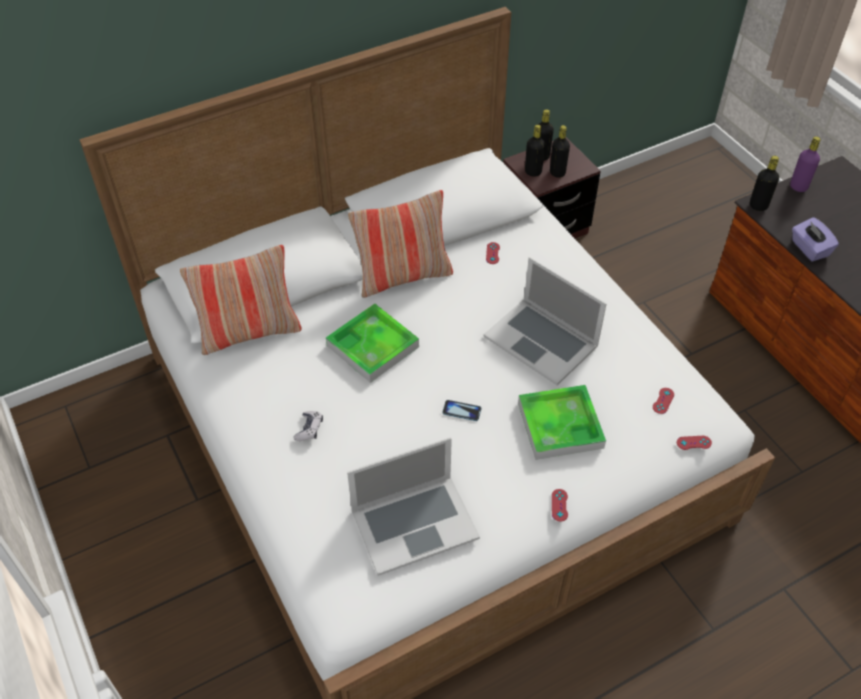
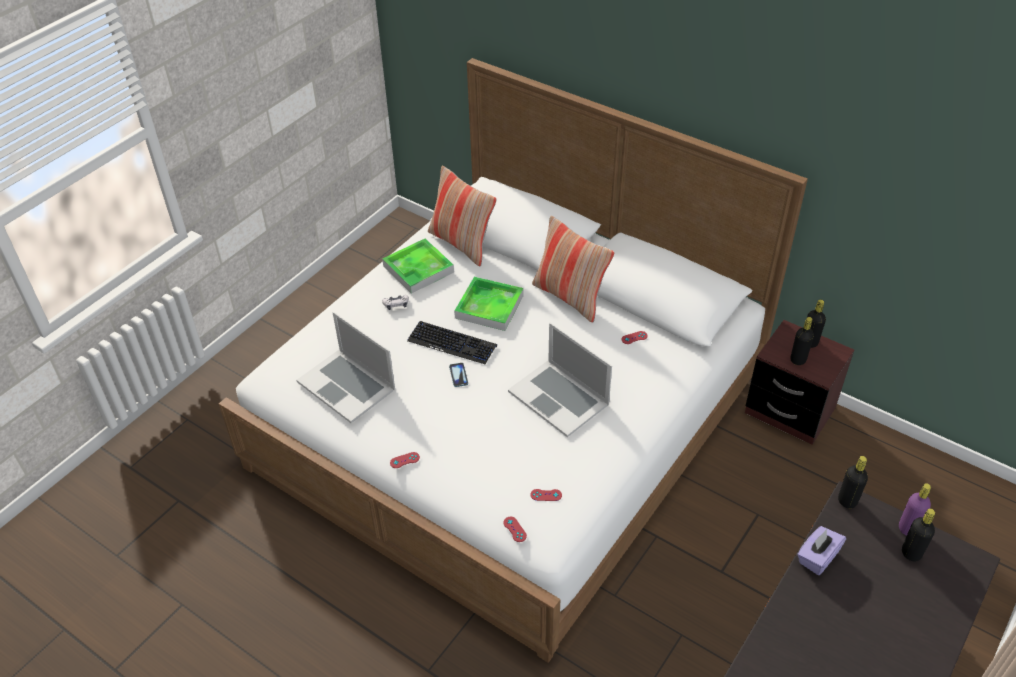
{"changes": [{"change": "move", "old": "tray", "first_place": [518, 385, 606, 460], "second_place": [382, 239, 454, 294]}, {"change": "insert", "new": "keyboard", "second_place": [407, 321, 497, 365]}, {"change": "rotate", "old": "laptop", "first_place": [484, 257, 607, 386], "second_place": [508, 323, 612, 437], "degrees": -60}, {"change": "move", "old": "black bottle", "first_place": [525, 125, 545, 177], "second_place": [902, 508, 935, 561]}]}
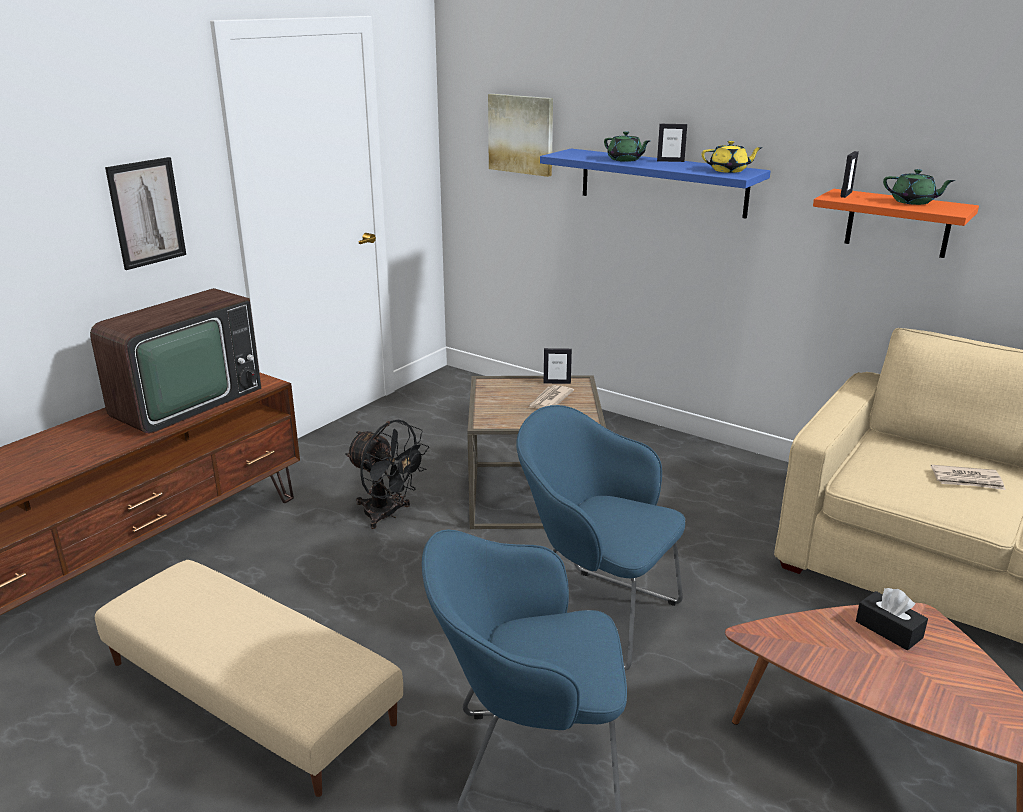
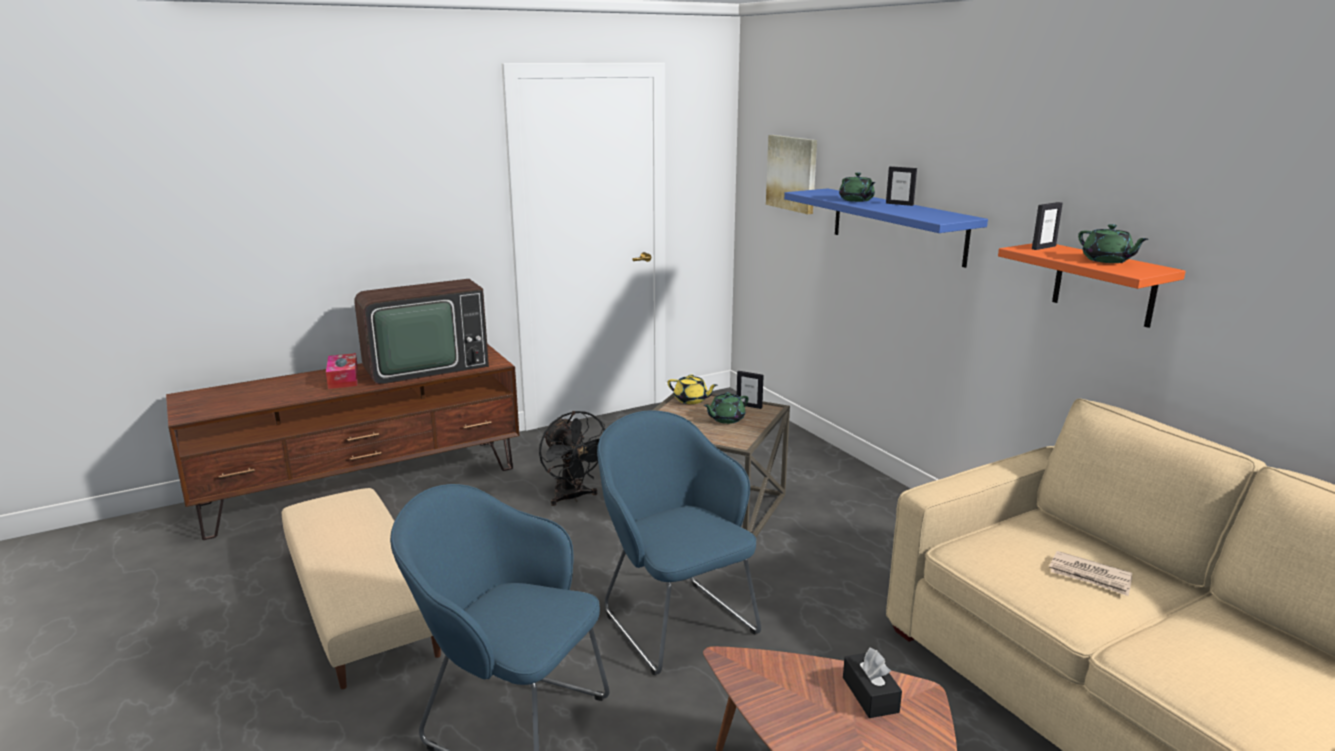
{"changes": [{"change": "insert", "new": "tissue box", "second_place": [326, 353, 358, 389]}, {"change": "move", "old": "yellow teapot", "first_place": [702, 141, 763, 173], "second_place": [668, 375, 718, 404]}, {"change": "replace", "old": "newspaper", "new": "green teapot", "first_place": [529, 385, 574, 409], "second_place": [703, 392, 748, 424]}, {"change": "delete", "old": "picture", "first_place": [105, 157, 186, 270]}]}
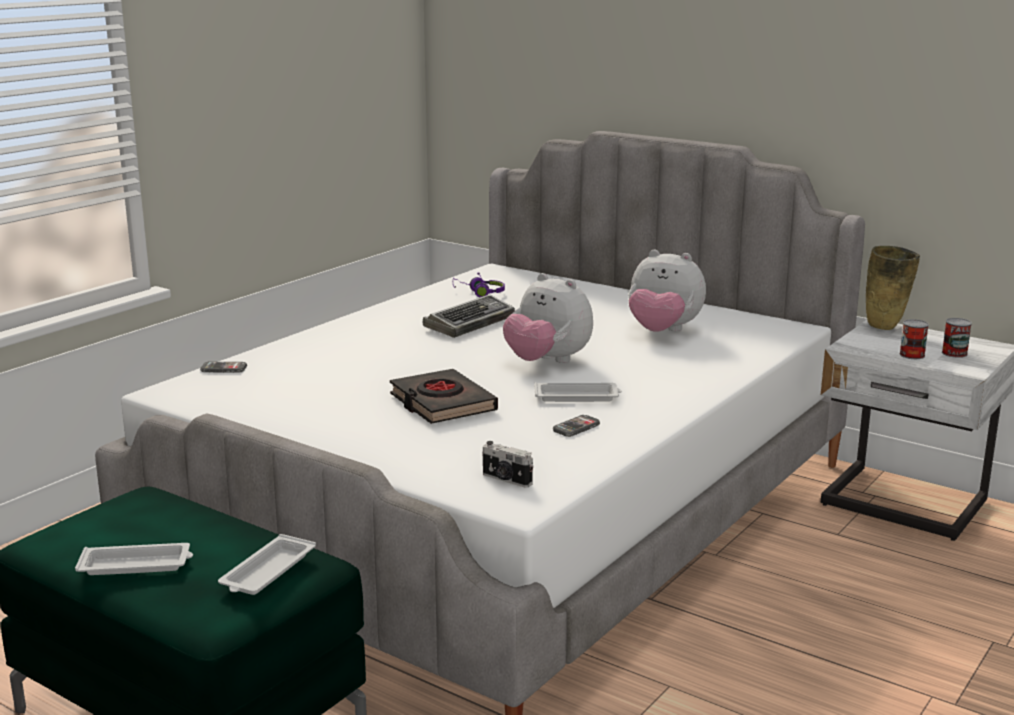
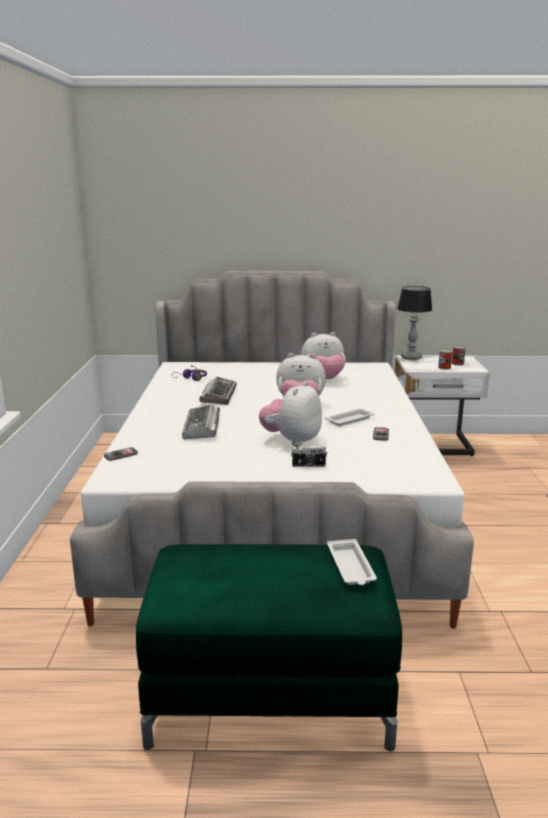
{"changes": [{"change": "insert", "new": "keyboard", "second_place": [182, 404, 220, 439]}, {"change": "replace", "old": "black book", "new": "plush toy", "first_place": [390, 369, 498, 424], "second_place": [259, 381, 322, 446]}, {"change": "move", "old": "photo camera", "first_place": [482, 441, 533, 488], "second_place": [291, 445, 327, 467]}, {"change": "replace", "old": "beige vase", "new": "table lamp", "first_place": [866, 246, 920, 330], "second_place": [397, 286, 432, 360]}, {"change": "delete", "old": "white tray", "first_place": [75, 543, 193, 575]}]}
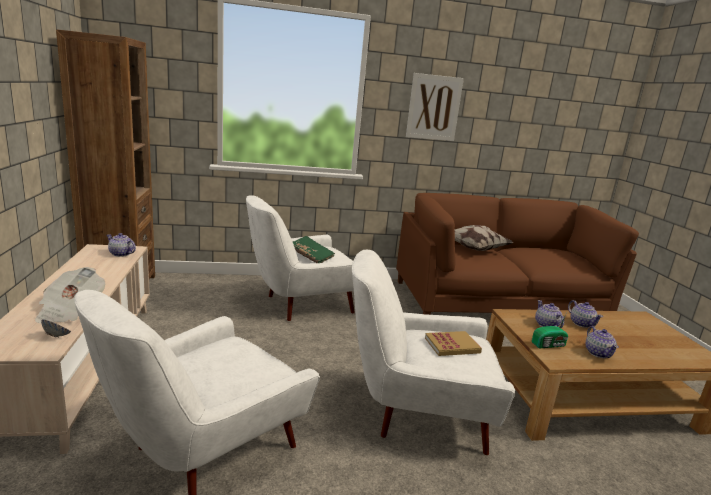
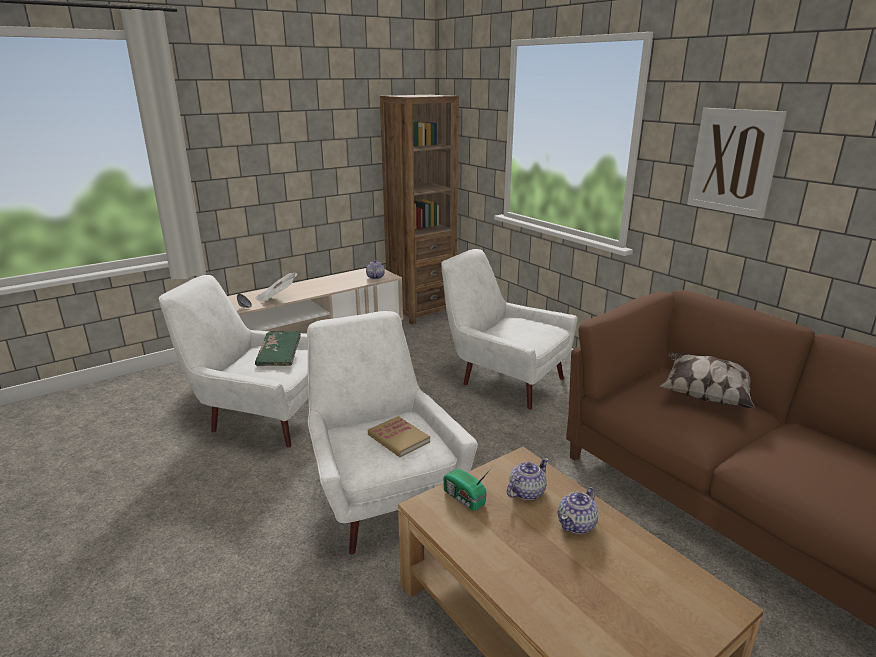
{"changes": [{"change": "move", "old": "green book", "first_place": [293, 236, 335, 263], "second_place": [255, 331, 301, 366]}, {"change": "delete", "old": "teapot", "first_place": [586, 326, 619, 358]}]}
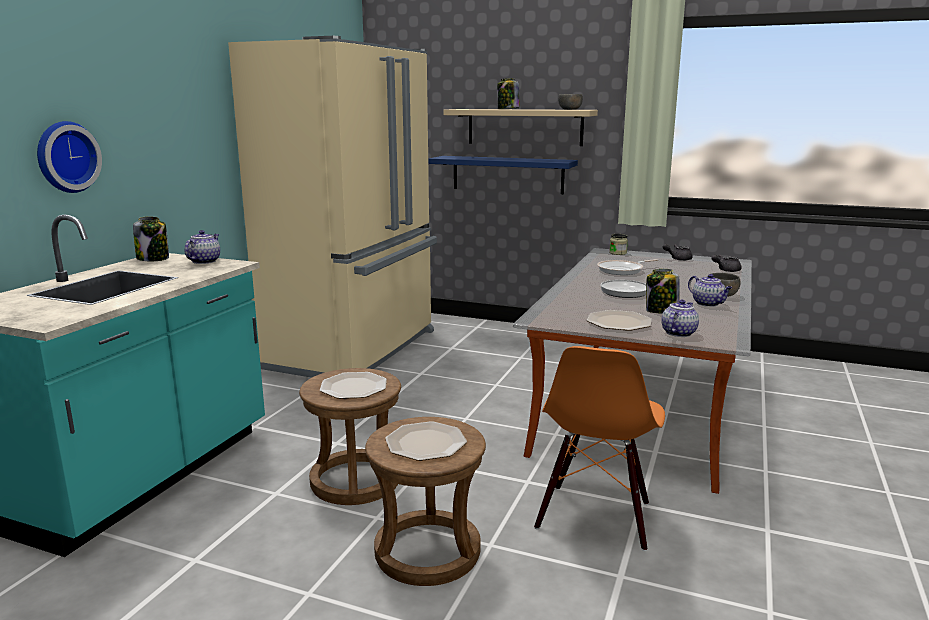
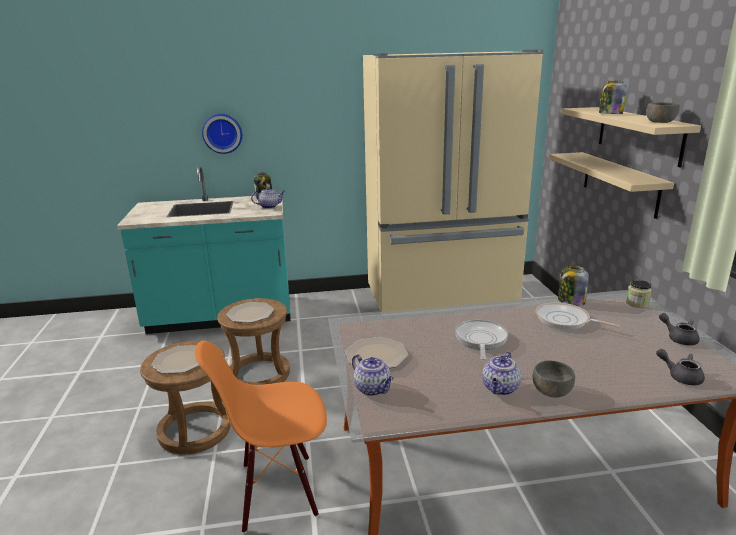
{"changes": [{"change": "rotate", "old": "teapot", "first_place": [661, 300, 699, 337], "second_place": [352, 354, 394, 396], "degrees": 45}, {"change": "recolor", "old": "blue shelf", "new": "beige shelf", "first_place": [428, 156, 578, 194], "second_place": [549, 152, 674, 219]}, {"change": "move", "old": "jar", "first_place": [646, 269, 680, 313], "second_place": [558, 265, 589, 306]}]}
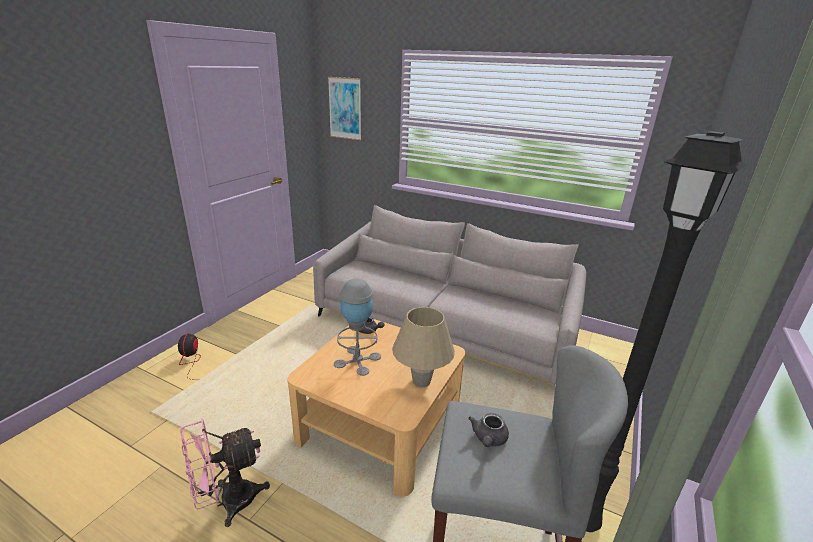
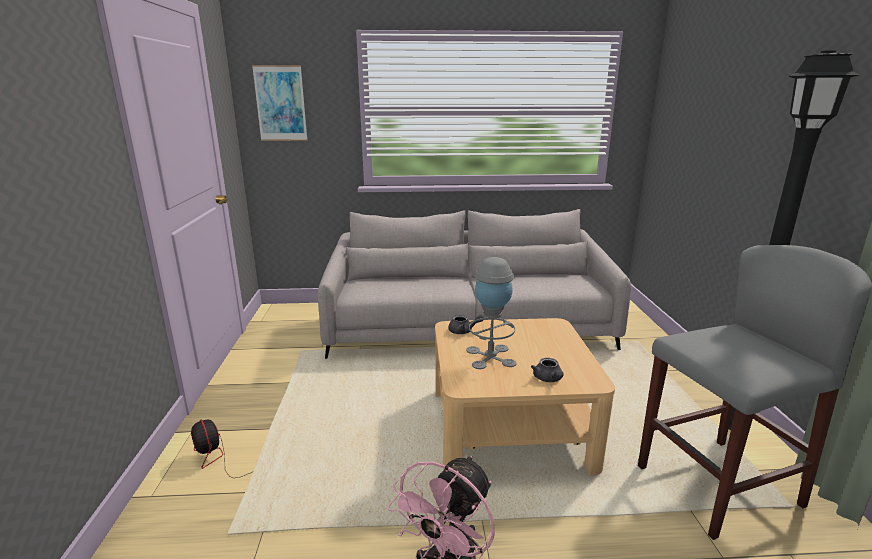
{"changes": [{"change": "move", "old": "grey teapot", "first_place": [468, 413, 509, 447], "second_place": [531, 358, 564, 382]}, {"change": "delete", "old": "beige table lamp", "first_place": [392, 307, 455, 387]}]}
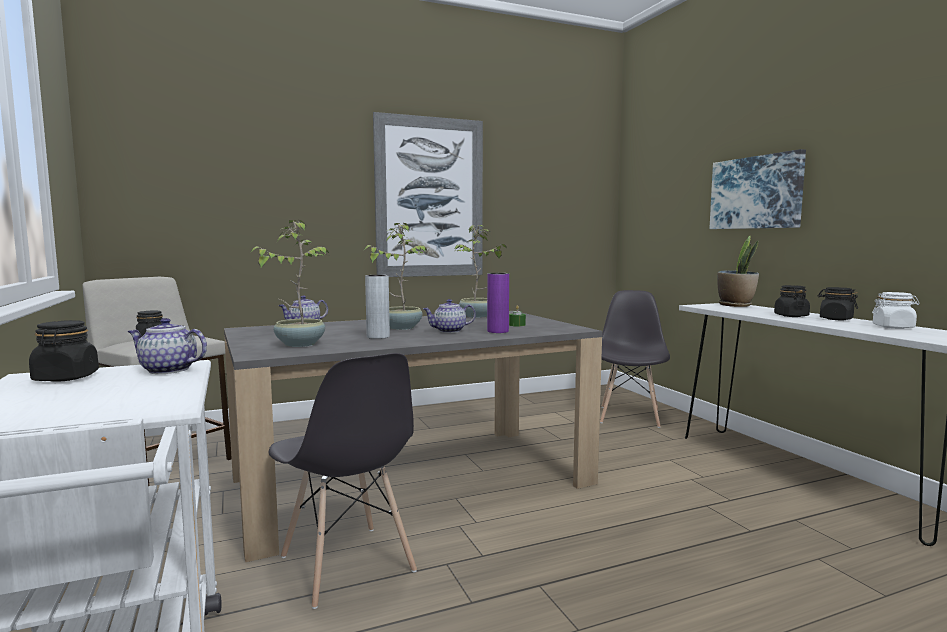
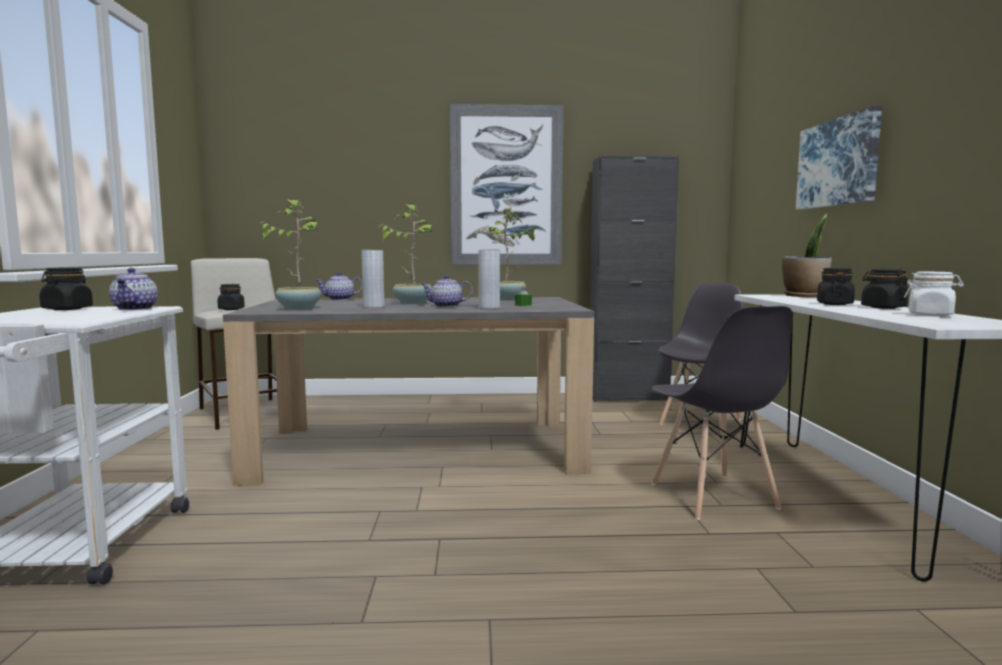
{"changes": [{"change": "rotate", "old": "teapot", "first_place": [128, 318, 207, 374], "second_place": [109, 268, 158, 310], "degrees": -135}, {"change": "recolor", "old": "purple vase", "new": "grey vase", "first_place": [487, 273, 509, 333], "second_place": [478, 250, 500, 309]}, {"change": "insert", "new": "black cabinet", "second_place": [590, 156, 679, 402]}, {"change": "move", "old": "grey chair", "first_place": [269, 353, 417, 609], "second_place": [651, 306, 793, 520]}]}
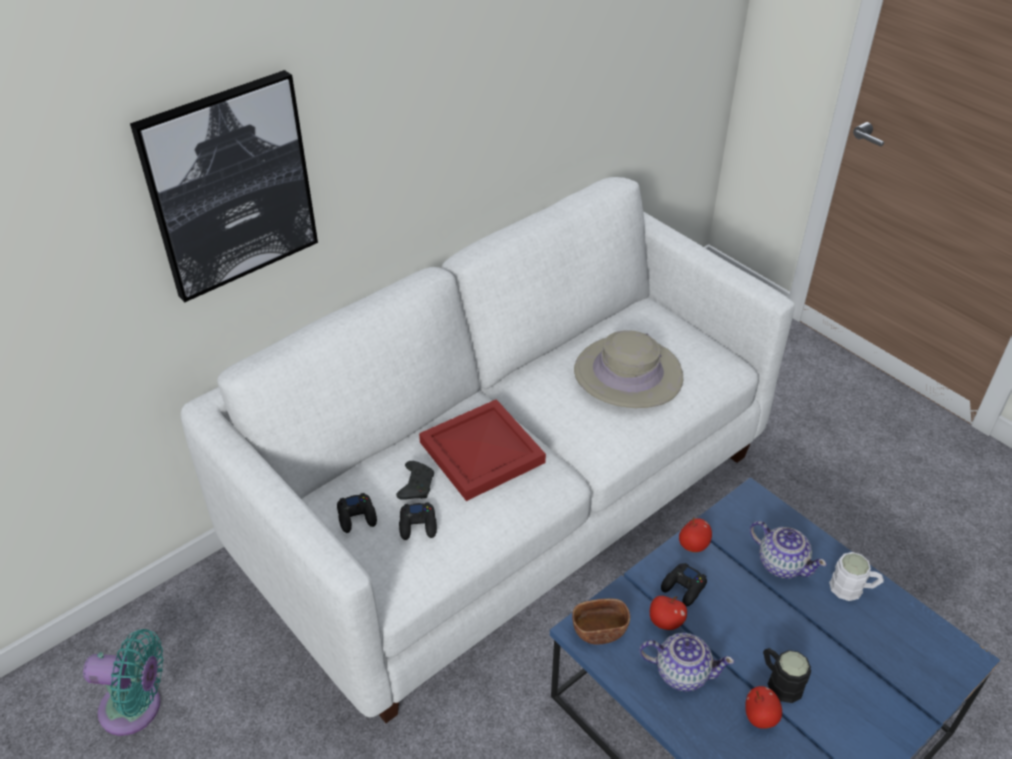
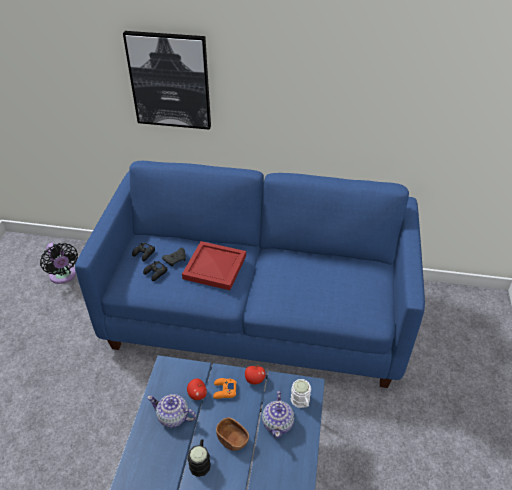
{"changes": [{"change": "recolor", "old": "turquoise fan", "new": "black fan", "first_place": [83, 629, 163, 736], "second_place": [40, 242, 78, 284]}, {"change": "recolor", "old": "white sofa", "new": "blue sofa", "first_place": [181, 177, 795, 723], "second_place": [75, 161, 425, 388]}, {"change": "rotate", "old": "teapot", "first_place": [639, 633, 734, 692], "second_place": [147, 394, 196, 428], "degrees": 135}, {"change": "recolor", "old": "black game controller", "new": "orange game controller", "first_place": [661, 563, 707, 606], "second_place": [213, 378, 236, 399]}, {"change": "move", "old": "brown bowl", "first_place": [572, 598, 630, 645], "second_place": [216, 417, 249, 451]}, {"change": "move", "old": "white mug", "first_place": [829, 552, 884, 601], "second_place": [290, 379, 311, 408]}, {"change": "delete", "old": "beige hat", "first_place": [574, 330, 683, 408]}, {"change": "delete", "old": "apple", "first_place": [745, 686, 782, 729]}]}
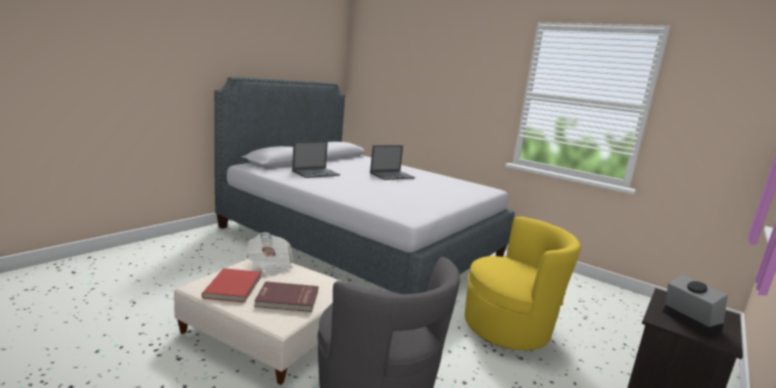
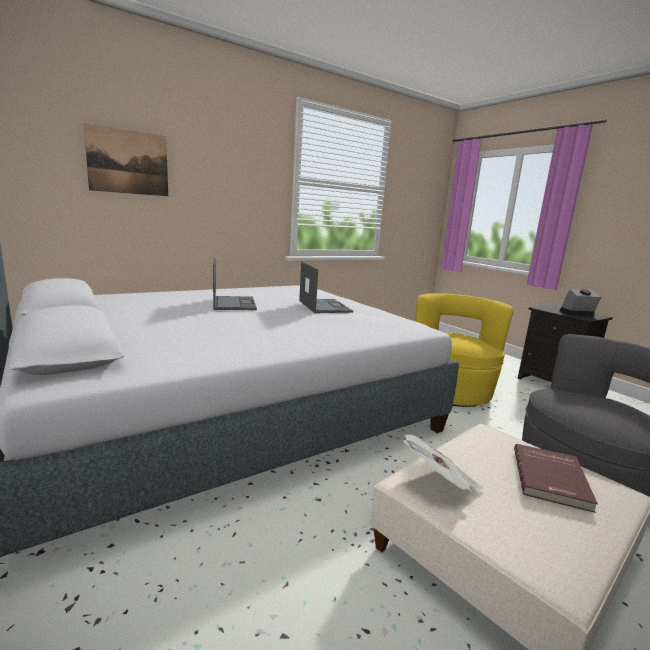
{"changes": [{"change": "insert", "new": "picture", "second_place": [83, 124, 168, 196]}, {"change": "move", "old": "laptop", "first_place": [292, 141, 340, 178], "second_place": [299, 262, 353, 313]}, {"change": "delete", "old": "red book", "first_place": [202, 268, 261, 303]}]}
